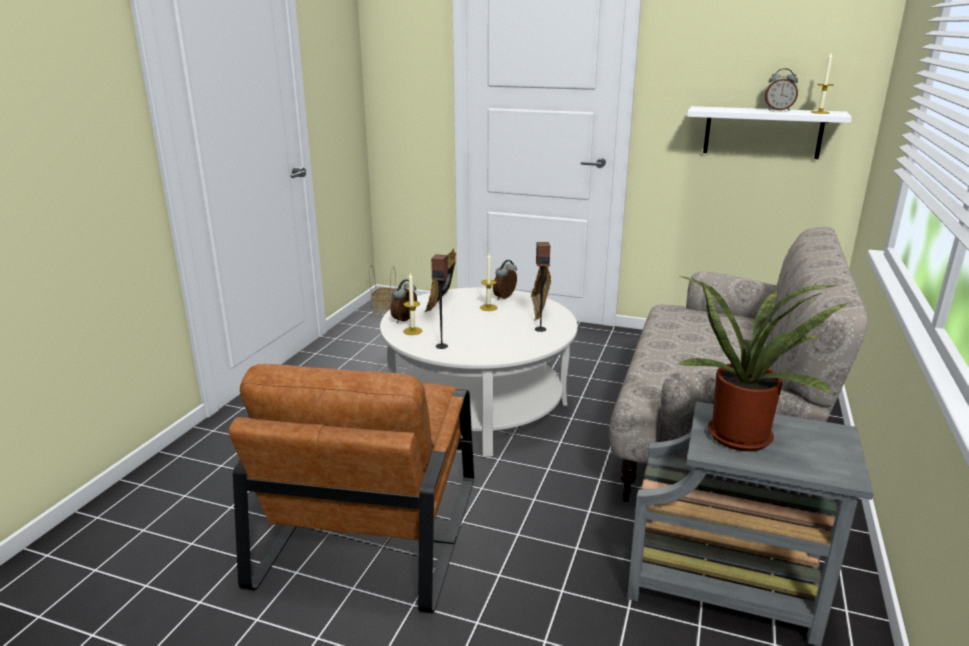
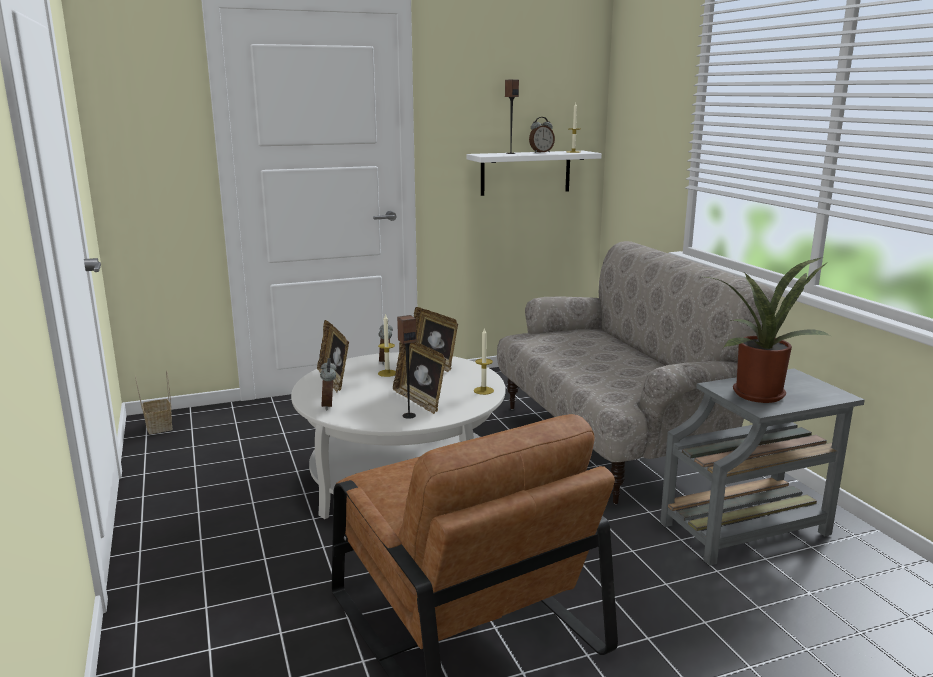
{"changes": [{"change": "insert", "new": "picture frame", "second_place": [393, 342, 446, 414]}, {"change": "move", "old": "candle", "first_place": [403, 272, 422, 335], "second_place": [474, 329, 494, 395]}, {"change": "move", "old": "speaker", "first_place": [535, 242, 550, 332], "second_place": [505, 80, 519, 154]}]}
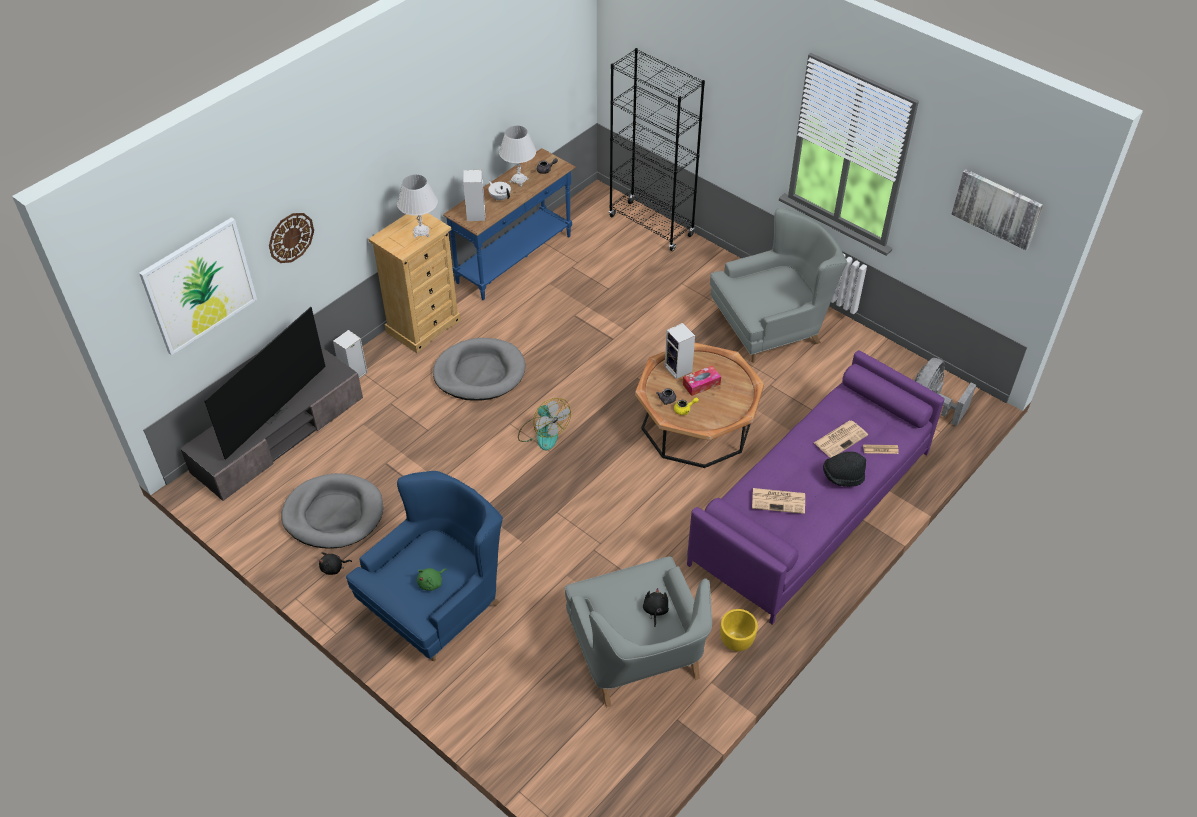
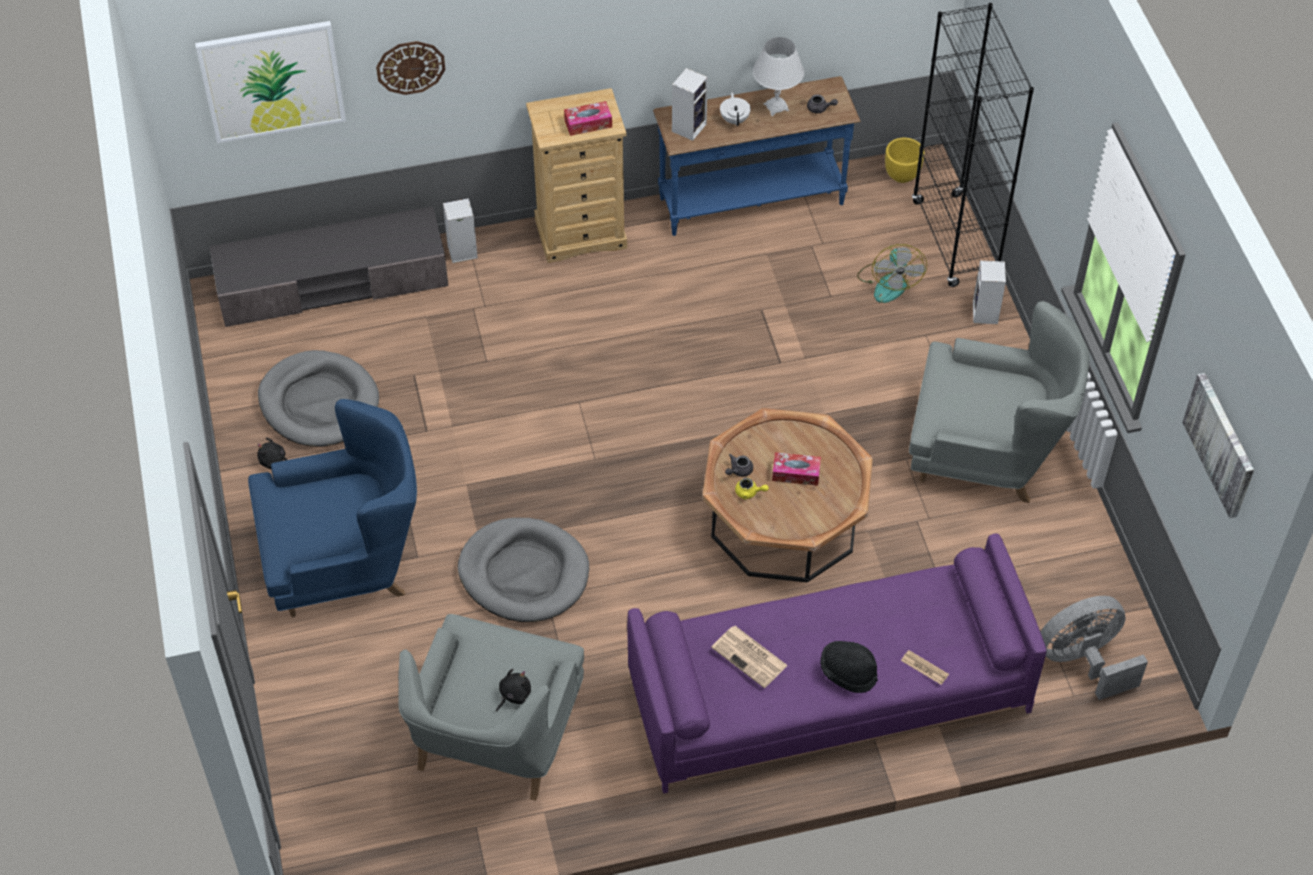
{"changes": [{"change": "move", "old": "grey dog bed", "first_place": [433, 338, 526, 401], "second_place": [458, 518, 589, 622]}, {"change": "replace", "old": "white table lamp", "new": "tissue box", "first_place": [397, 175, 438, 238], "second_place": [564, 101, 612, 136]}, {"change": "move", "old": "fan", "first_place": [518, 398, 571, 450], "second_place": [857, 244, 927, 303]}, {"change": "move", "old": "yellow planter", "first_place": [720, 609, 758, 651], "second_place": [885, 138, 925, 183]}, {"change": "move", "old": "speaker", "first_place": [665, 323, 695, 379], "second_place": [973, 261, 1006, 324]}, {"change": "delete", "old": "television", "first_place": [204, 307, 326, 460]}, {"change": "delete", "old": "green plush toy", "first_place": [417, 568, 447, 591]}, {"change": "delete", "old": "newspaper", "first_place": [814, 420, 868, 458]}]}
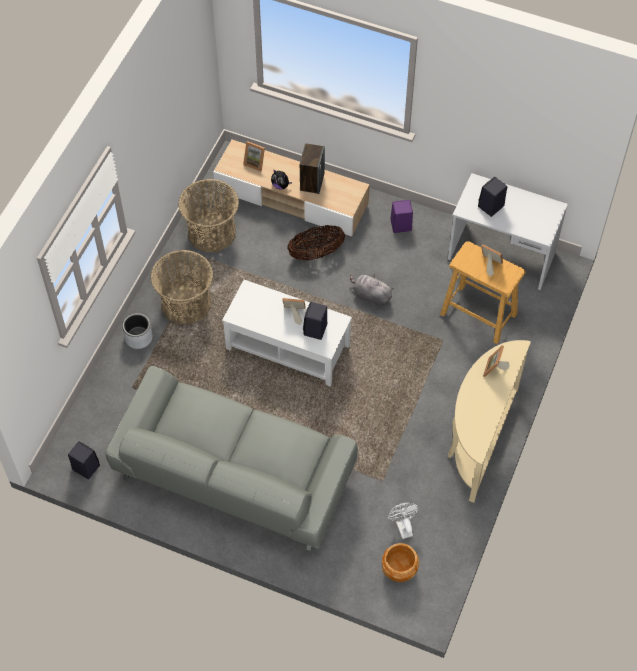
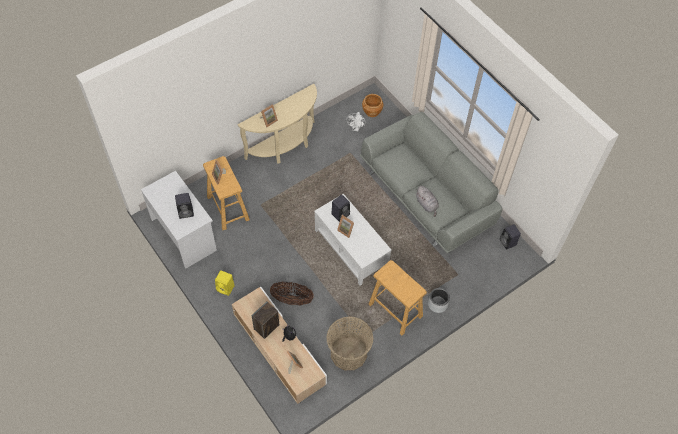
{"changes": [{"change": "recolor", "old": "purple speaker", "new": "yellow speaker", "first_place": [390, 200, 413, 233], "second_place": [215, 270, 235, 296]}, {"change": "replace", "old": "basket", "new": "beige stool", "first_place": [151, 250, 213, 324], "second_place": [369, 260, 427, 336]}, {"change": "move", "old": "grey plush toy", "first_place": [350, 274, 394, 306], "second_place": [416, 186, 439, 217]}]}
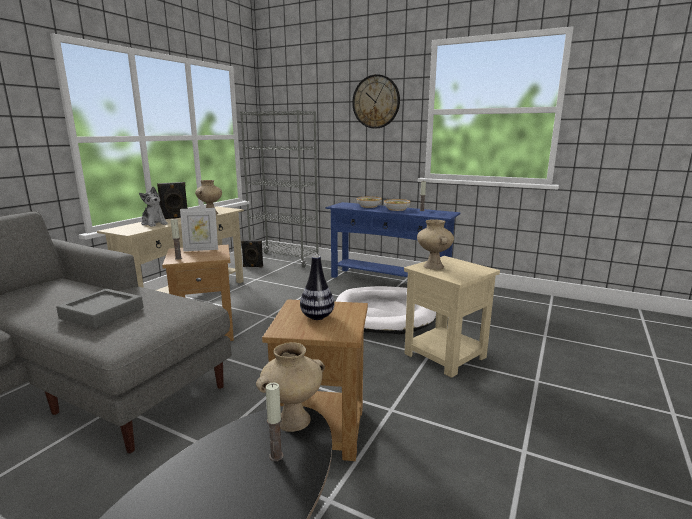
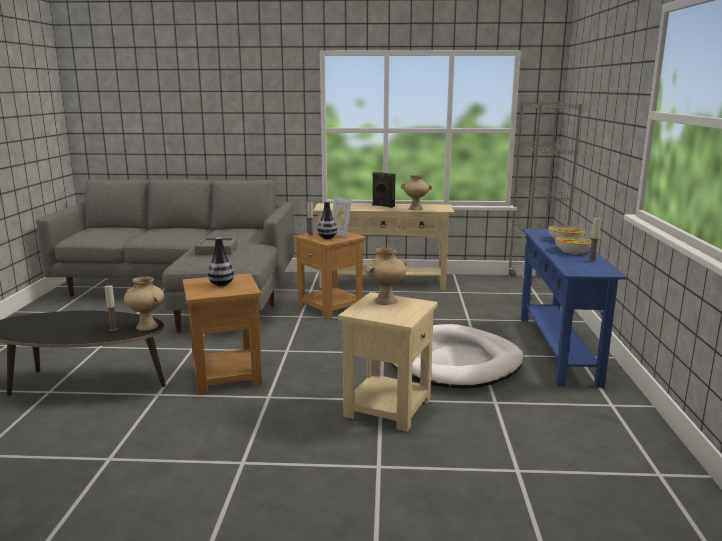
{"changes": [{"change": "insert", "new": "vase", "second_place": [317, 201, 337, 239]}, {"change": "delete", "old": "plush toy", "first_place": [139, 186, 168, 227]}, {"change": "delete", "old": "black speaker", "first_place": [241, 240, 263, 267]}, {"change": "delete", "old": "wall clock", "first_place": [352, 74, 400, 129]}]}
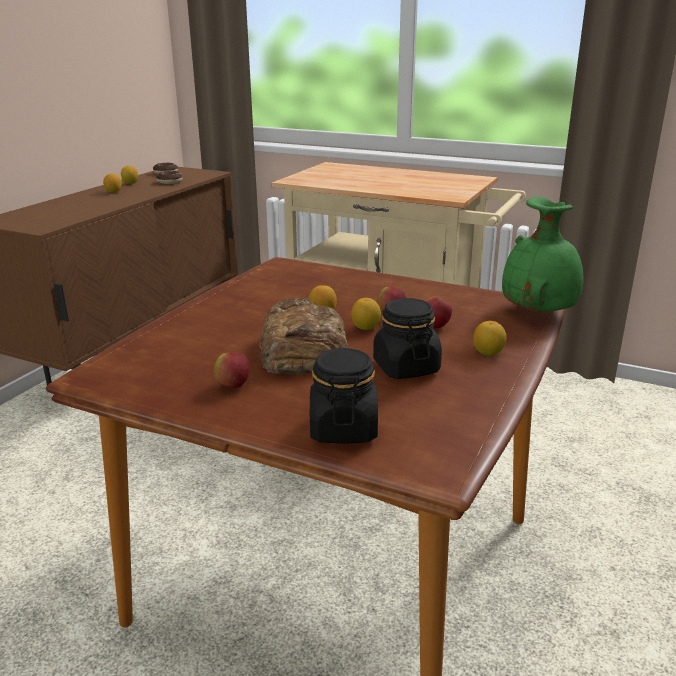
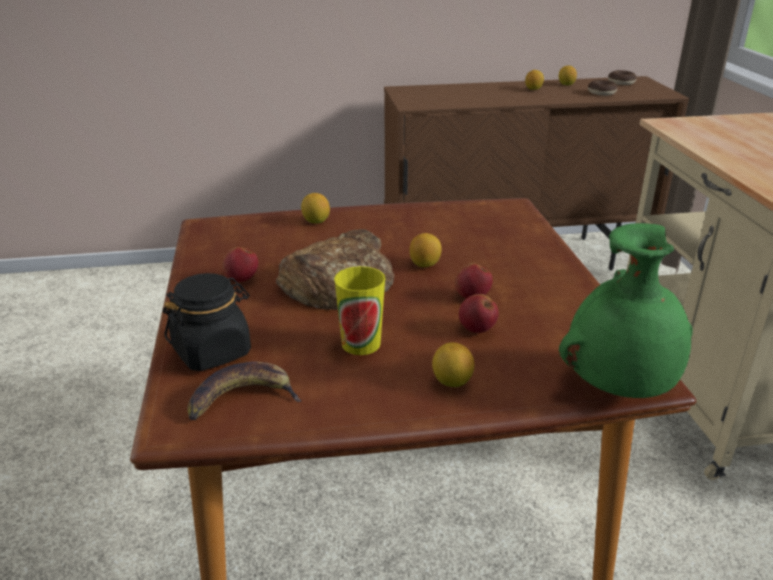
{"changes": [{"change": "insert", "new": "banana", "second_place": [187, 361, 302, 420]}, {"change": "move", "old": "lemon", "first_place": [352, 298, 381, 330], "second_place": [301, 193, 330, 224]}, {"change": "replace", "old": "black jar", "new": "cup", "first_place": [373, 298, 442, 379], "second_place": [334, 266, 385, 355]}]}
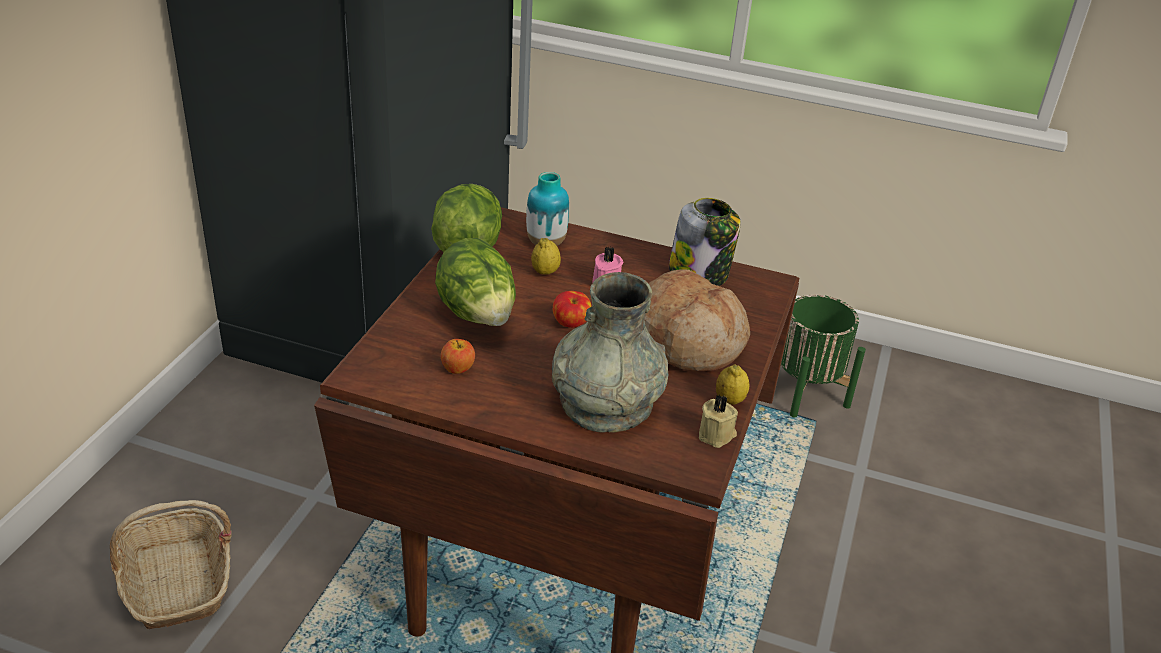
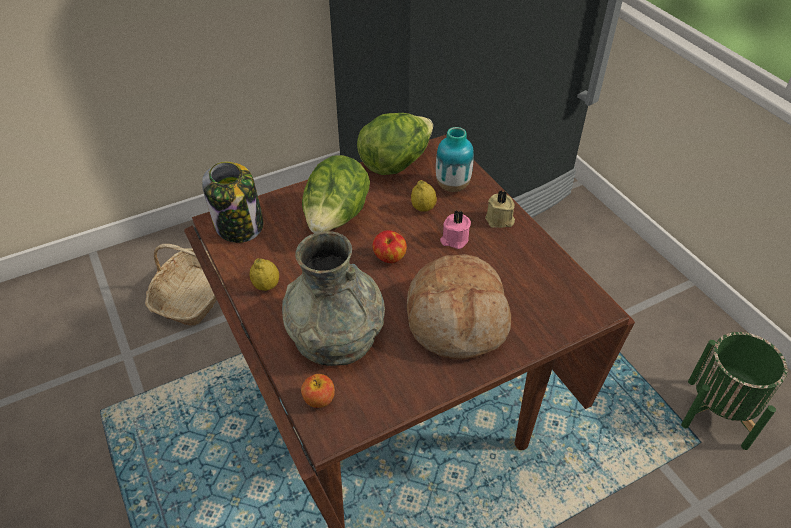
{"changes": [{"change": "move", "old": "jar", "first_place": [669, 198, 741, 286], "second_place": [202, 162, 263, 243]}, {"change": "move", "old": "lemon", "first_place": [716, 364, 749, 405], "second_place": [249, 258, 279, 291]}, {"change": "move", "old": "apple", "first_place": [441, 339, 475, 374], "second_place": [301, 374, 335, 408]}, {"change": "move", "old": "beige candle", "first_place": [699, 394, 738, 448], "second_place": [485, 190, 515, 228]}]}
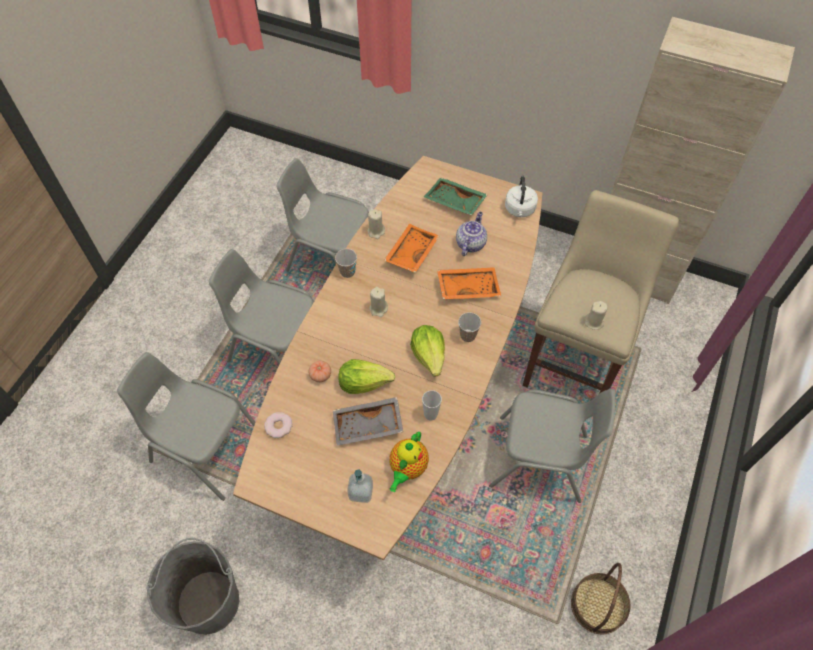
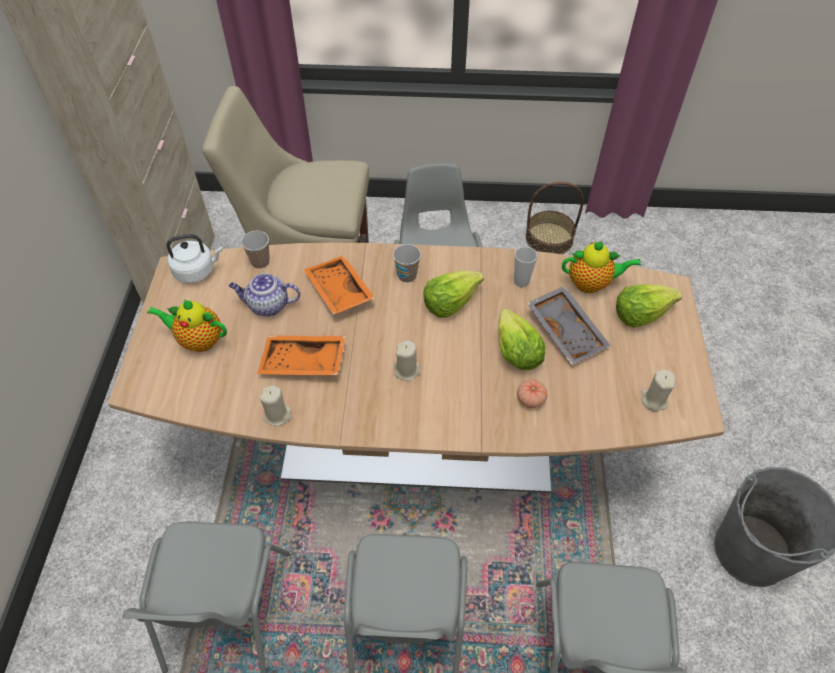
{"changes": [{"change": "replace", "old": "green tray", "new": "teapot", "first_place": [424, 177, 488, 216], "second_place": [147, 299, 227, 352]}, {"change": "move", "old": "cup", "first_place": [335, 249, 357, 278], "second_place": [241, 231, 270, 269]}, {"change": "replace", "old": "soap dispenser", "new": "lettuce", "first_place": [347, 469, 373, 503], "second_place": [616, 284, 682, 328]}, {"change": "move", "old": "beige candle", "first_place": [585, 301, 607, 330], "second_place": [641, 370, 676, 412]}, {"change": "delete", "old": "donut", "first_place": [264, 412, 293, 438]}]}
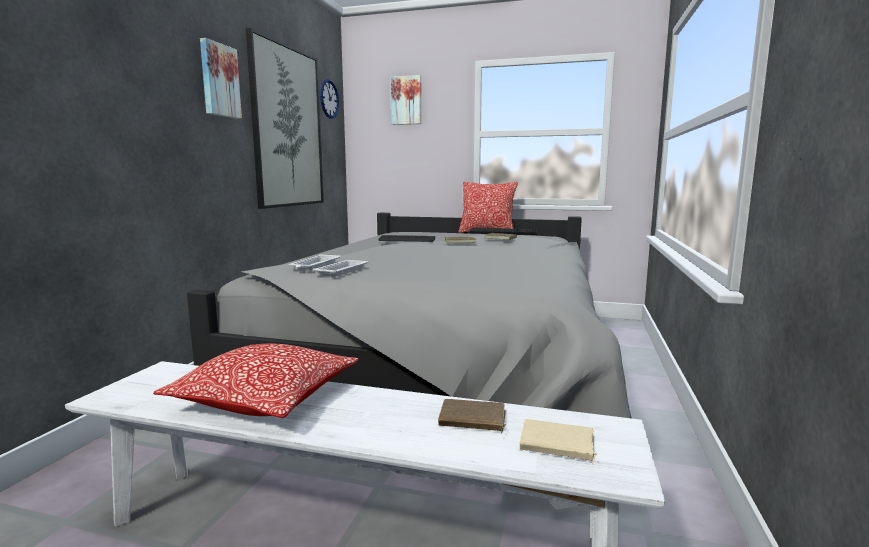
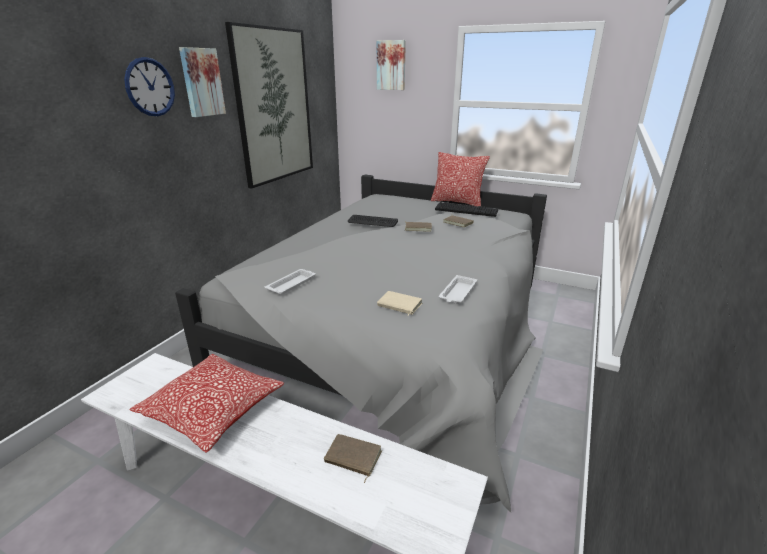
{"changes": [{"change": "move", "old": "wall clock", "first_place": [320, 79, 339, 119], "second_place": [124, 57, 175, 116]}, {"change": "move", "old": "beige book", "first_place": [520, 419, 597, 464], "second_place": [377, 291, 422, 316]}, {"change": "move", "old": "white tray", "first_place": [289, 255, 340, 271], "second_place": [439, 275, 477, 304]}]}
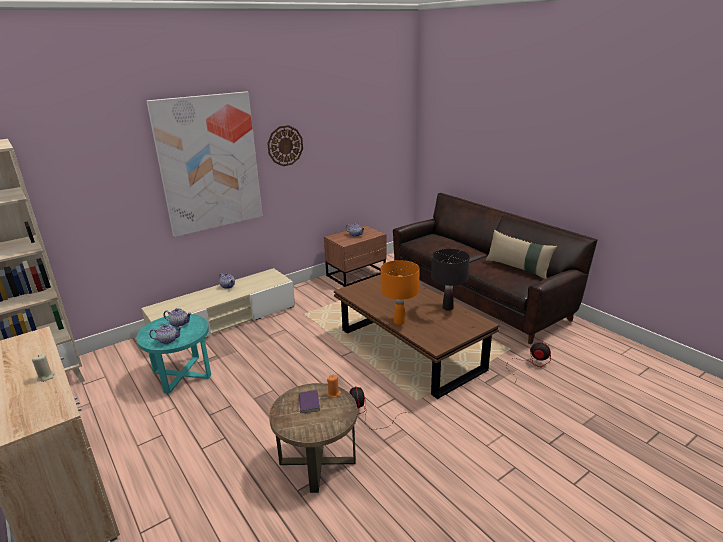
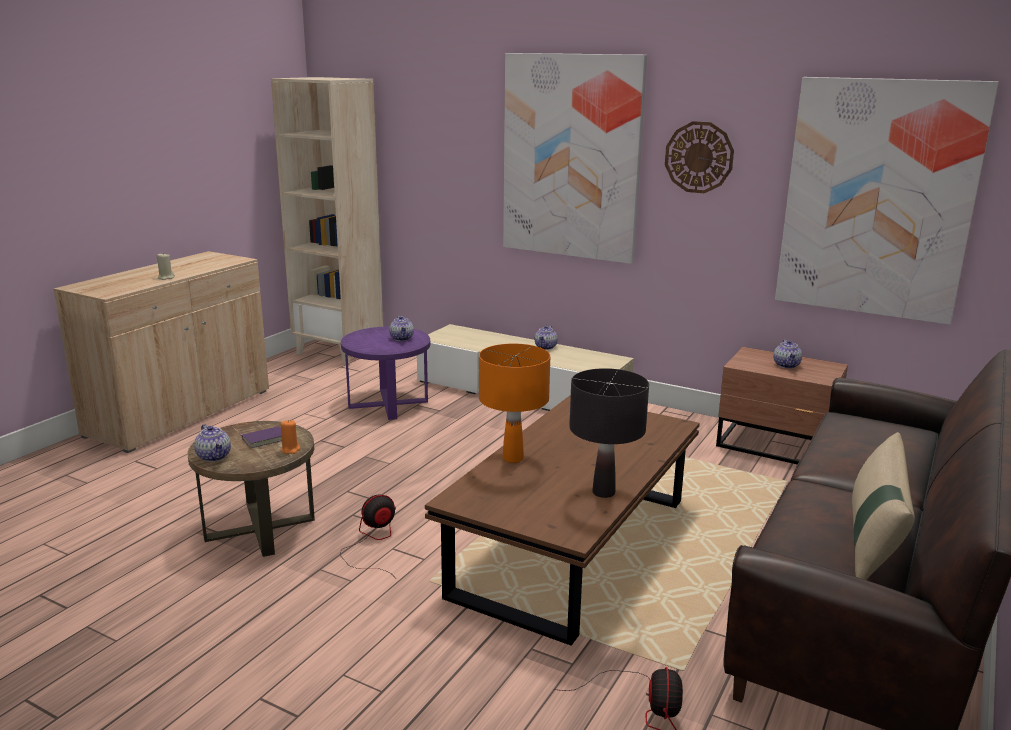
{"changes": [{"change": "move", "old": "teapot", "first_place": [149, 324, 182, 344], "second_place": [194, 424, 231, 462]}, {"change": "recolor", "old": "turquoise side table", "new": "purple side table", "first_place": [136, 314, 211, 393], "second_place": [341, 326, 430, 420]}, {"change": "insert", "new": "picture", "second_place": [775, 77, 999, 325]}]}
